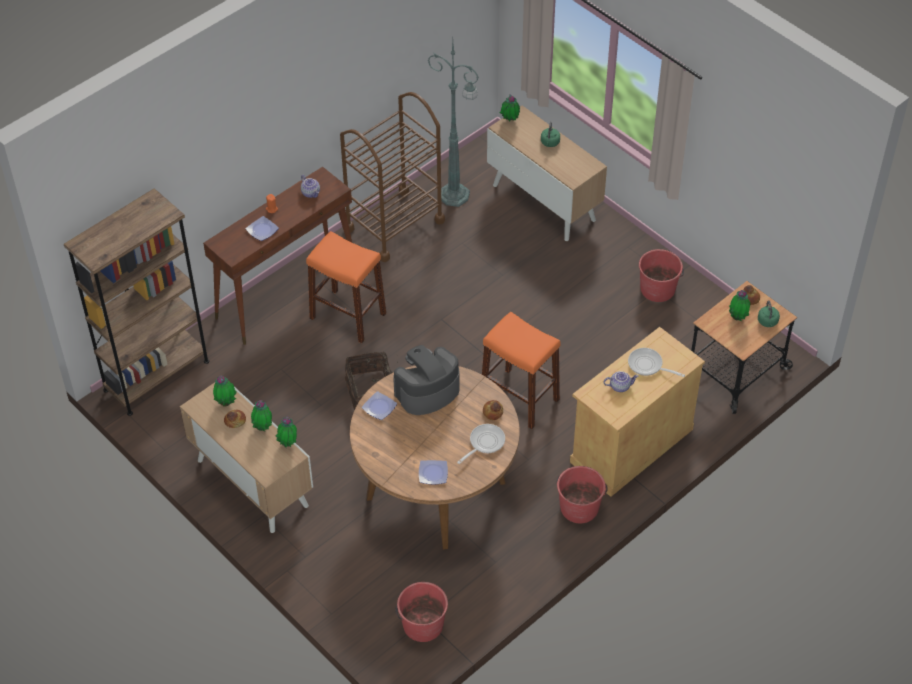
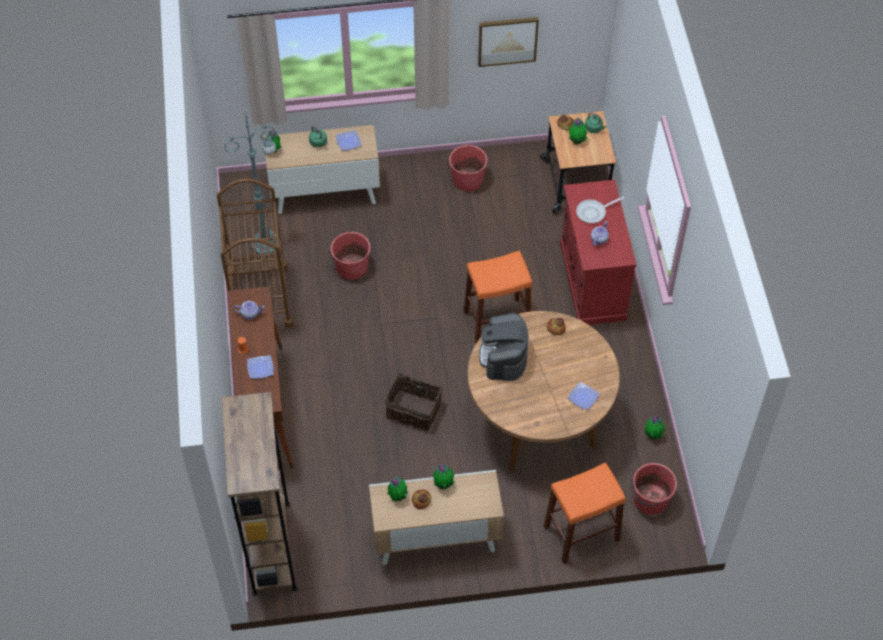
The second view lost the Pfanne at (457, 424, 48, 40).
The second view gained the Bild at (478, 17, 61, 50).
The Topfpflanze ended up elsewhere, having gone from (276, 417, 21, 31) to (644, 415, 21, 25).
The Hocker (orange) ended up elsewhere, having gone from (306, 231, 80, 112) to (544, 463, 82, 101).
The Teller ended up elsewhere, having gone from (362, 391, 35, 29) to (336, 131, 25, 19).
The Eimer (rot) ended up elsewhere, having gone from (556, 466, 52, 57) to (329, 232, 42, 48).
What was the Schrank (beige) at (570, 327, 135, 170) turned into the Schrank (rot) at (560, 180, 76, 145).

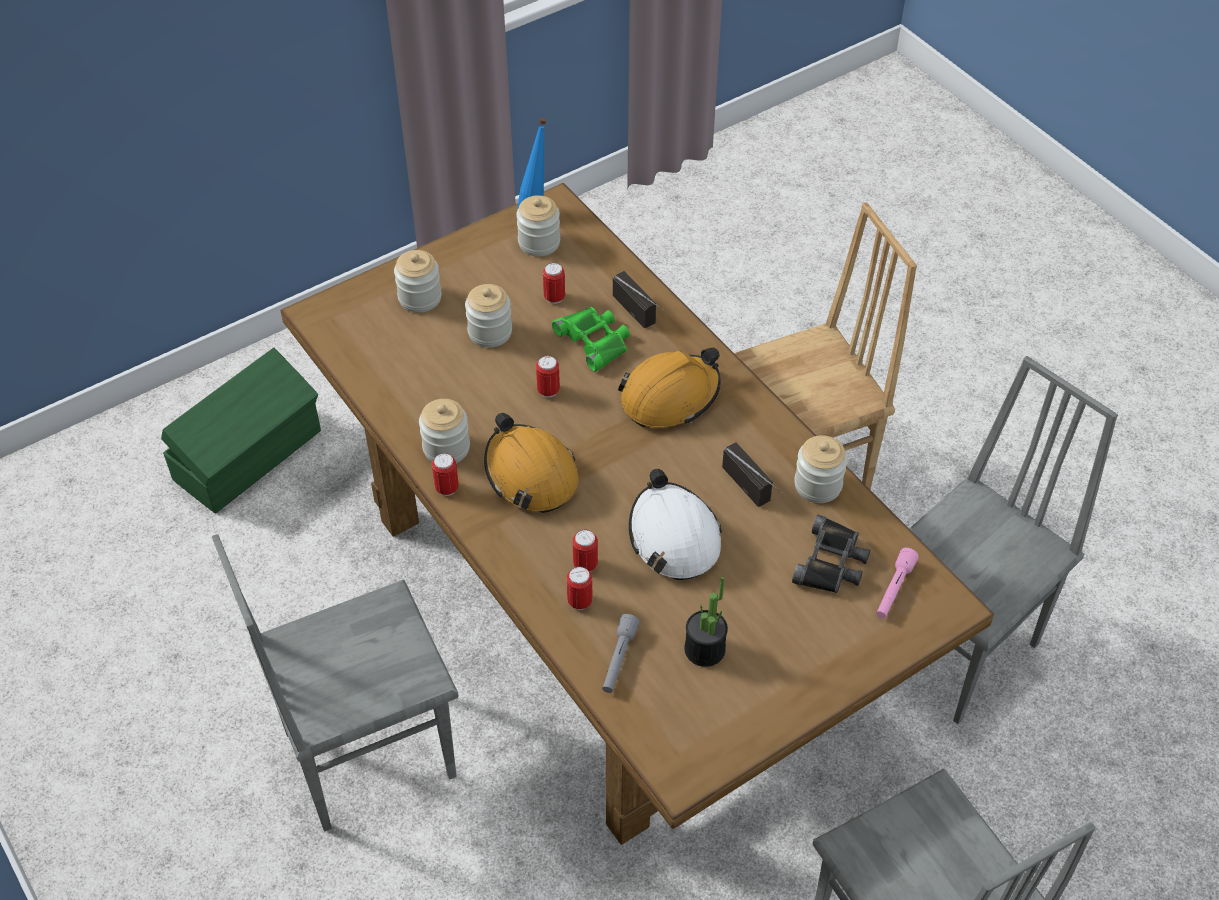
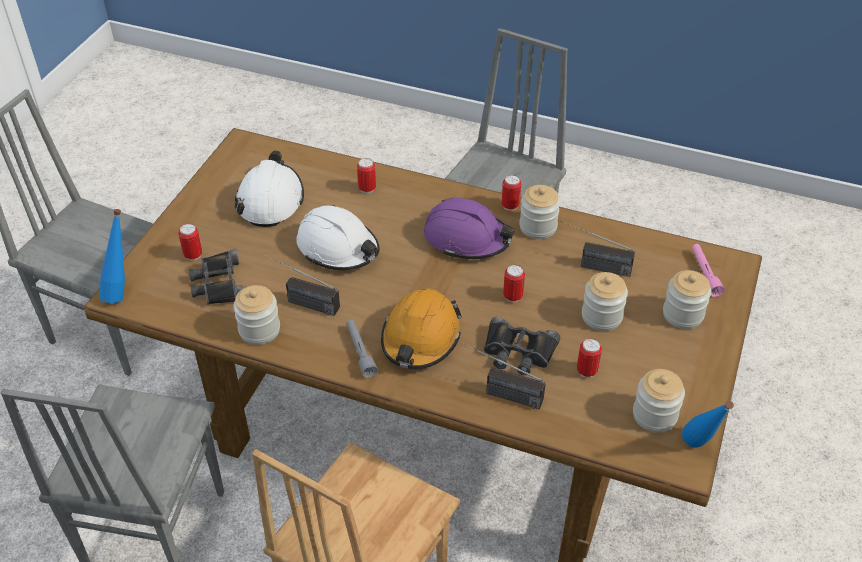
The second view lost the Aufbewahrungsbox (grün) at (161, 348, 160, 166).
The second view gained the Flasche (blau) at (99, 209, 26, 94).
The second view gained the Radio at (560, 221, 75, 56).
The Dose ended up elsewhere, having gone from (573, 530, 25, 42) to (178, 224, 24, 37).
The Taschenlampe (grau) ended up elsewhere, having gone from (602, 614, 38, 79) to (346, 320, 32, 58).
The Taschenlampe (rosa) ended up elsewhere, having gone from (876, 548, 43, 70) to (692, 244, 33, 53).
Where the Topfpflanze stood at (684, 576, 44, 91), the Schutzhelm (weiß) came to stand at (234, 150, 70, 77).
What was the Schutzhelm (orange) at (484, 413, 95, 100) turned into the Schutzhelm (lila) at (424, 198, 91, 61).
What was the Fernglas (grün) at (552, 307, 78, 65) turned into the Fernglas (schwarz) at (484, 317, 76, 58).

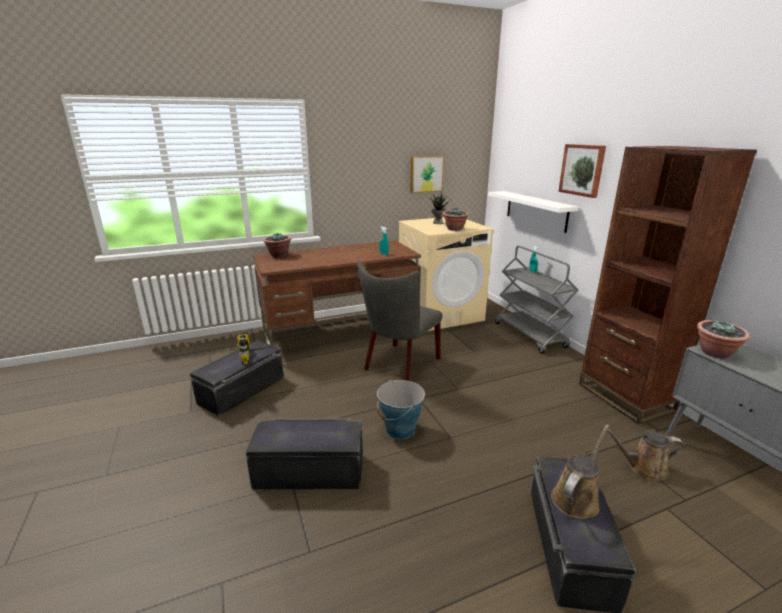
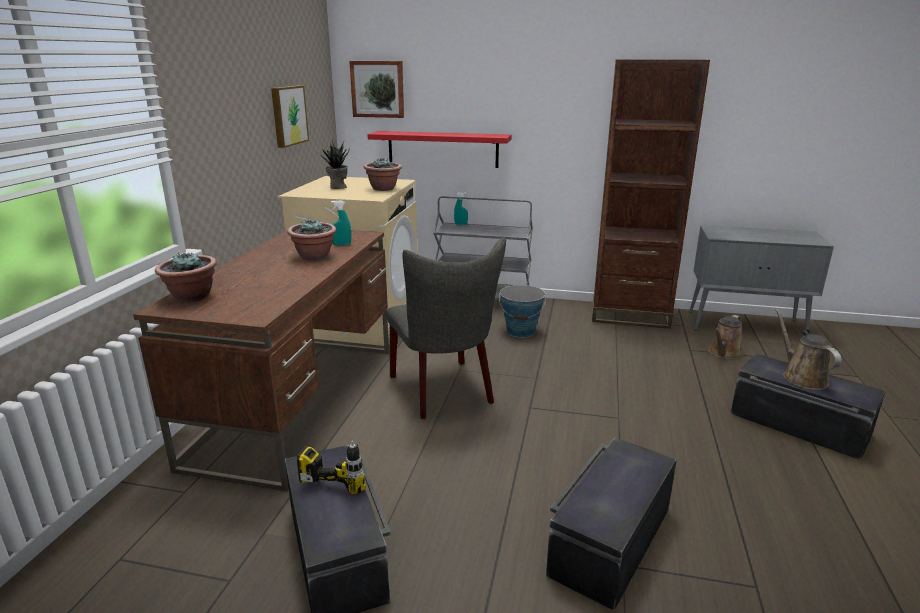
The Eimer ended up elsewhere, having gone from (377, 380, 48, 59) to (499, 285, 47, 53).
The Bild ended up elsewhere, having gone from (558, 144, 48, 54) to (349, 61, 55, 57).
The Topfpflanze ended up elsewhere, having gone from (697, 320, 53, 38) to (287, 219, 49, 42).
What was the Wandregal (weiß) at (488, 191, 91, 42) turned into the Wandregal (rot) at (367, 131, 145, 37).

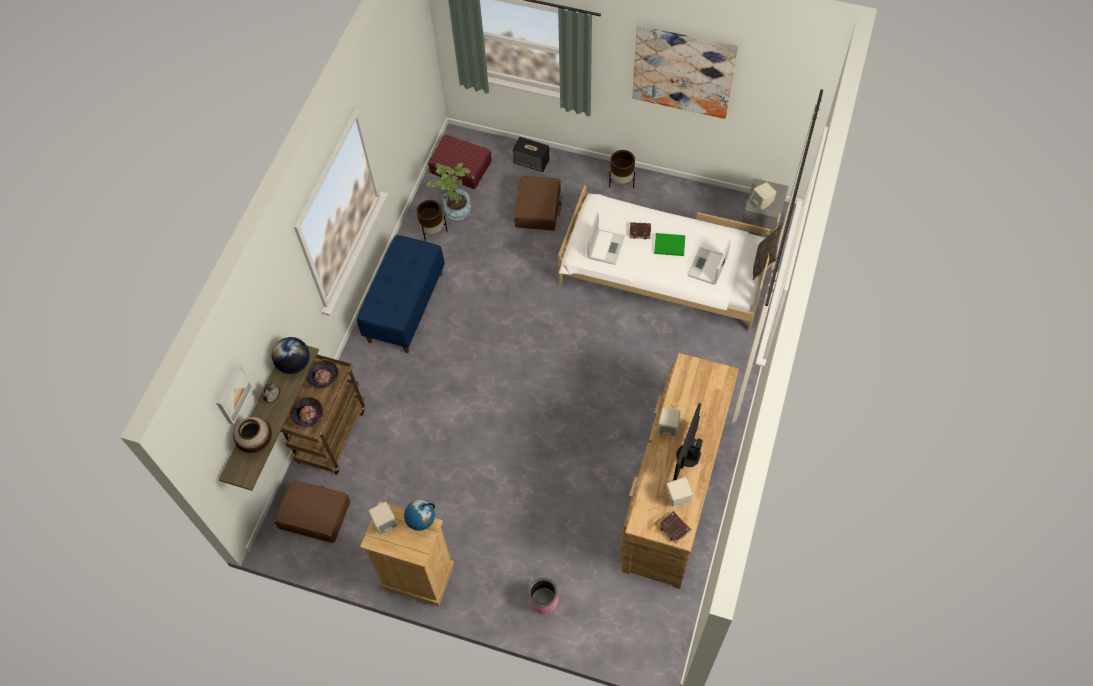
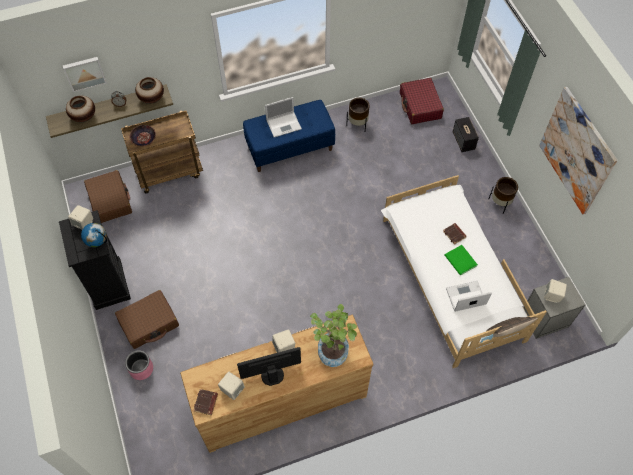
The second view lost the Schüssel at (305, 359, 34, 30).
The Topfpflanze ended up elsewhere, having gone from (427, 163, 44, 57) to (310, 304, 47, 63).
The Koffer (braun) ended up elsewhere, having gone from (514, 176, 47, 55) to (115, 290, 64, 59).
The Laptop ended up elsewhere, having gone from (587, 213, 38, 52) to (265, 97, 37, 40).
Where the Globus stood at (272, 337, 38, 37), the Vase came to stand at (135, 77, 29, 27).
What was the Kommode (beige) at (360, 501, 94, 105) turned into the Kommode (schwarz) at (59, 210, 72, 100).

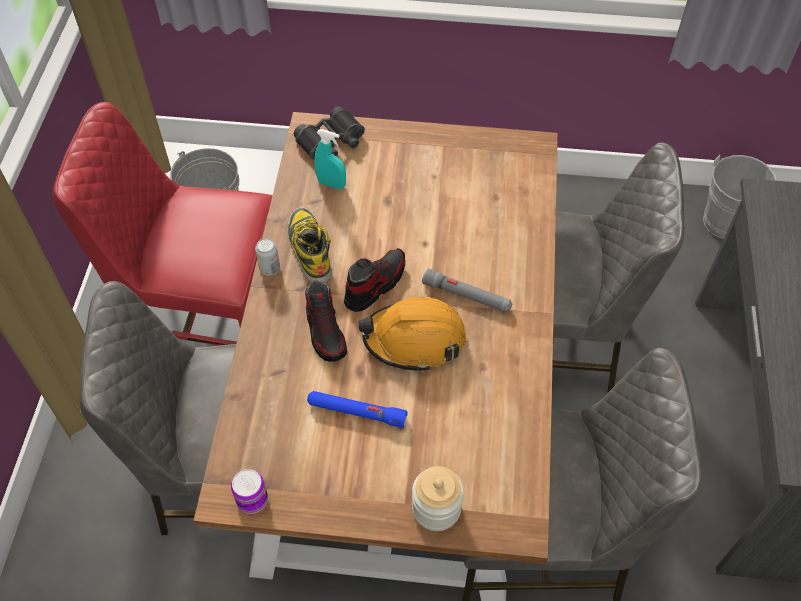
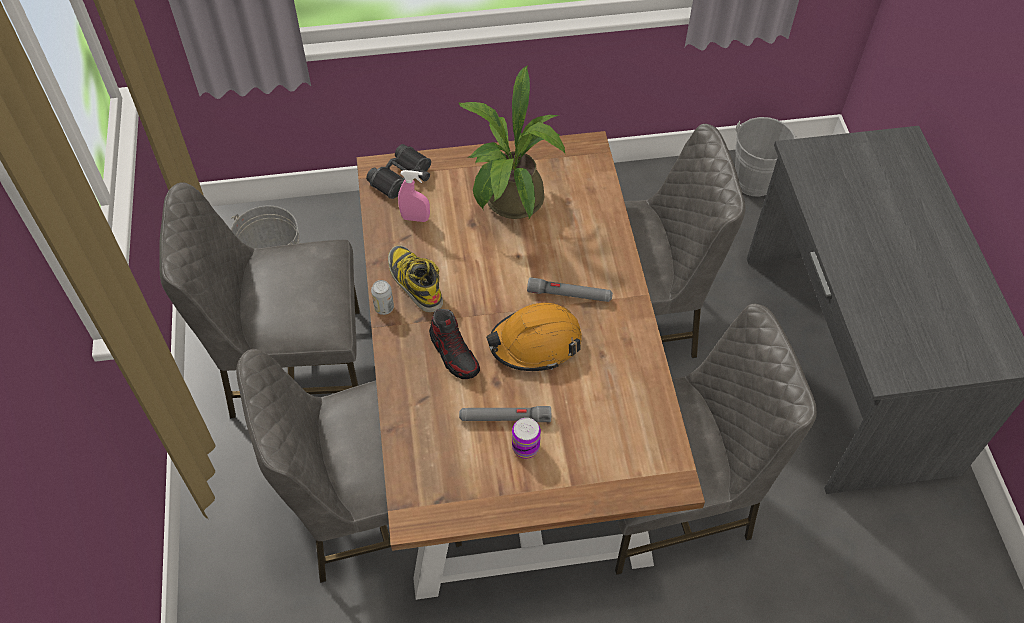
The second view lost the Schuh at (344, 248, 61, 64).
The second view lost the Vorratsglas at (412, 466, 52, 65).
The second view gained the Topfpflanze at (459, 65, 107, 154).
The Dose ended up elsewhere, having gone from (231, 469, 37, 46) to (512, 418, 29, 41).
What was the Stuhl (rot) at (53, 102, 220, 244) turned into the Stuhl (grau) at (159, 182, 201, 237).
What was the Taschenlampe (blau) at (307, 391, 101, 37) turned into the Taschenlampe (grau) at (459, 406, 92, 16).
What was the Sprühflasche (türkis) at (315, 129, 31, 60) turned into the Sprühflasche (rosa) at (398, 170, 32, 52).

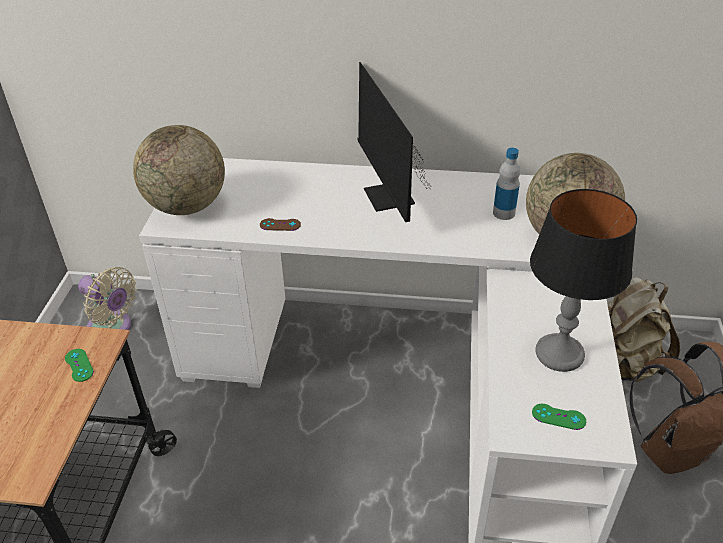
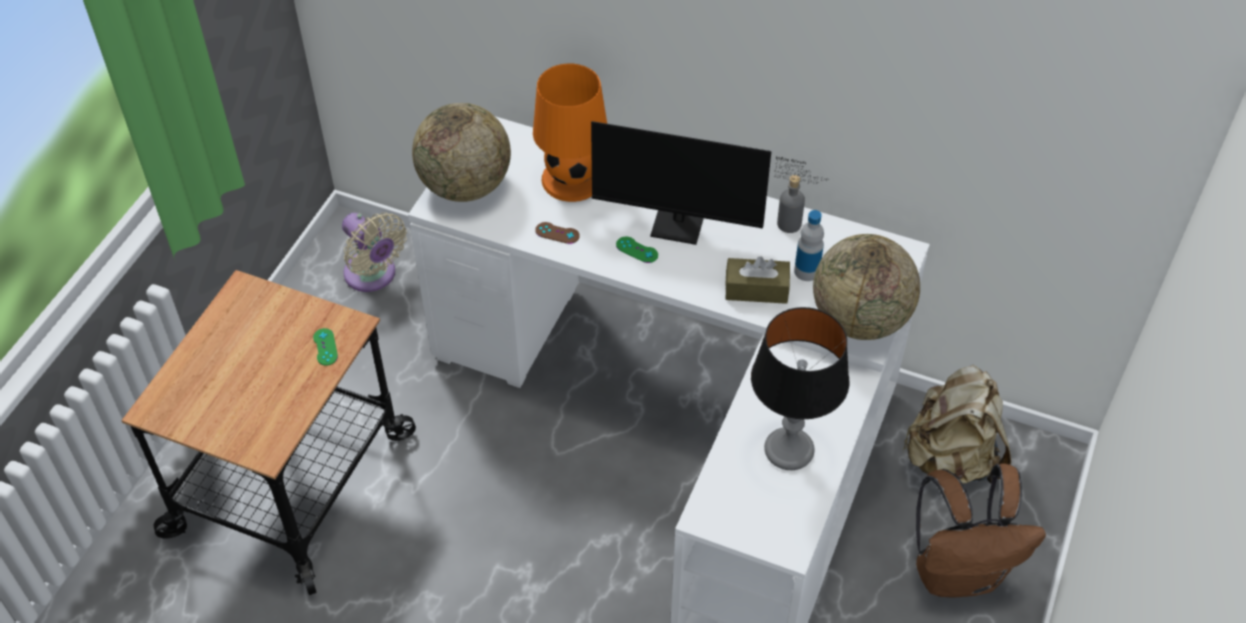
The second view gained the Tischlampe (orange) at (533, 64, 74, 138).
The second view gained the Taschentuchbox (braun) at (725, 256, 65, 48).
The second view gained the Flasche (grau) at (777, 175, 28, 58).
The Gamepad (grün) ended up elsewhere, having gone from (532, 404, 54, 26) to (616, 237, 42, 26).
The Monitor at (358, 62, 74, 160) ended up facing another way, 75 degrees counterclockwise from before.

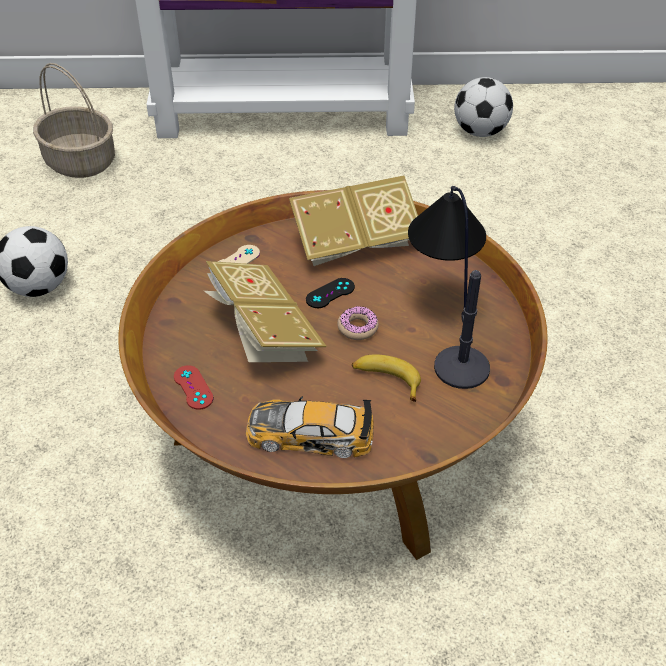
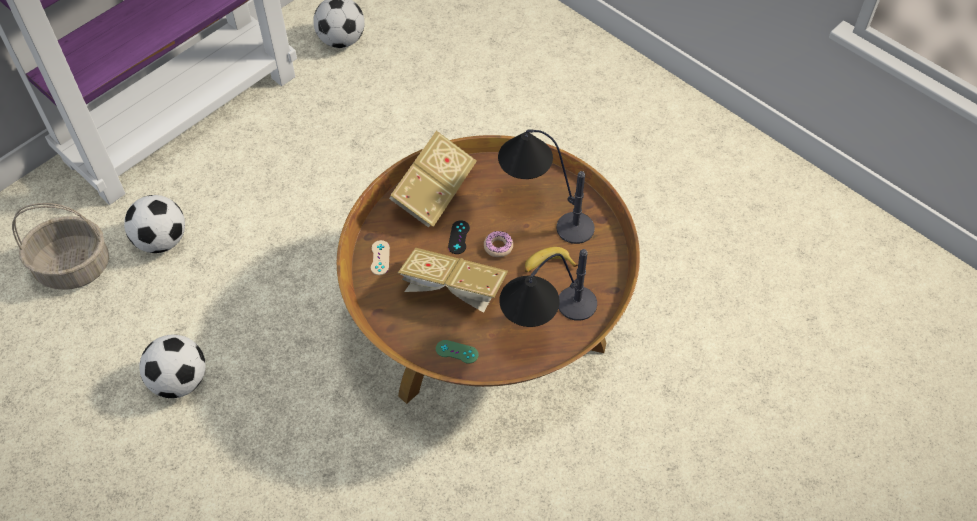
The second view gained the Fußball at (124, 195, 61, 58).
Where the Spielzeugauto stood at (245, 396, 129, 62), the Tischlampe came to stand at (499, 249, 98, 78).
What was the Gamepad (rot) at (174, 365, 39, 45) turned into the Gamepad (grün) at (436, 340, 43, 24).

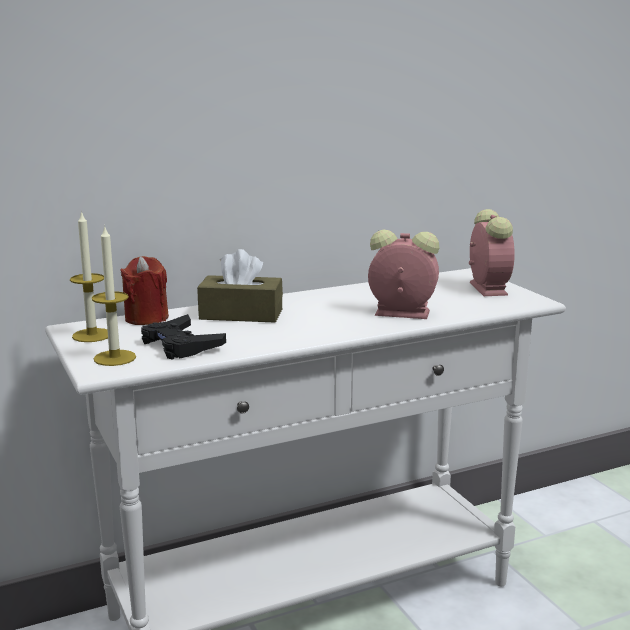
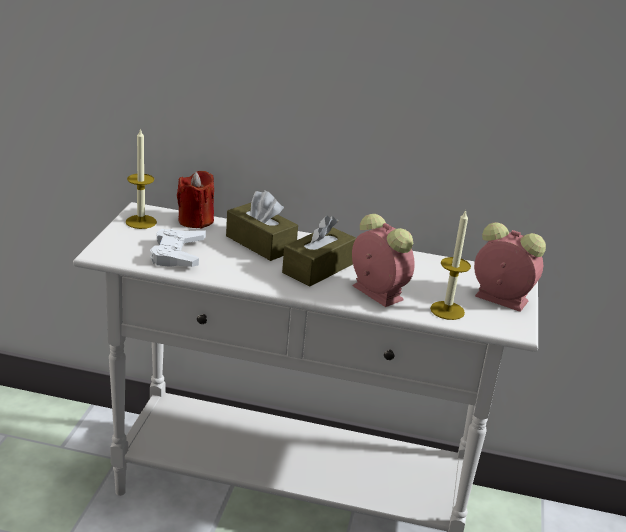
The second view gained the Taschentuchbox (braun) at (282, 216, 74, 70).
The Kerze ended up elsewhere, having gone from (92, 225, 44, 141) to (430, 210, 41, 110).
What was the Gamepad (schwarz) at (141, 314, 85, 46) turned into the Gamepad (weiß) at (150, 229, 56, 38).
The Wecker at (469, 209, 46, 87) ended up facing another way, 90 degrees counterclockwise from before.

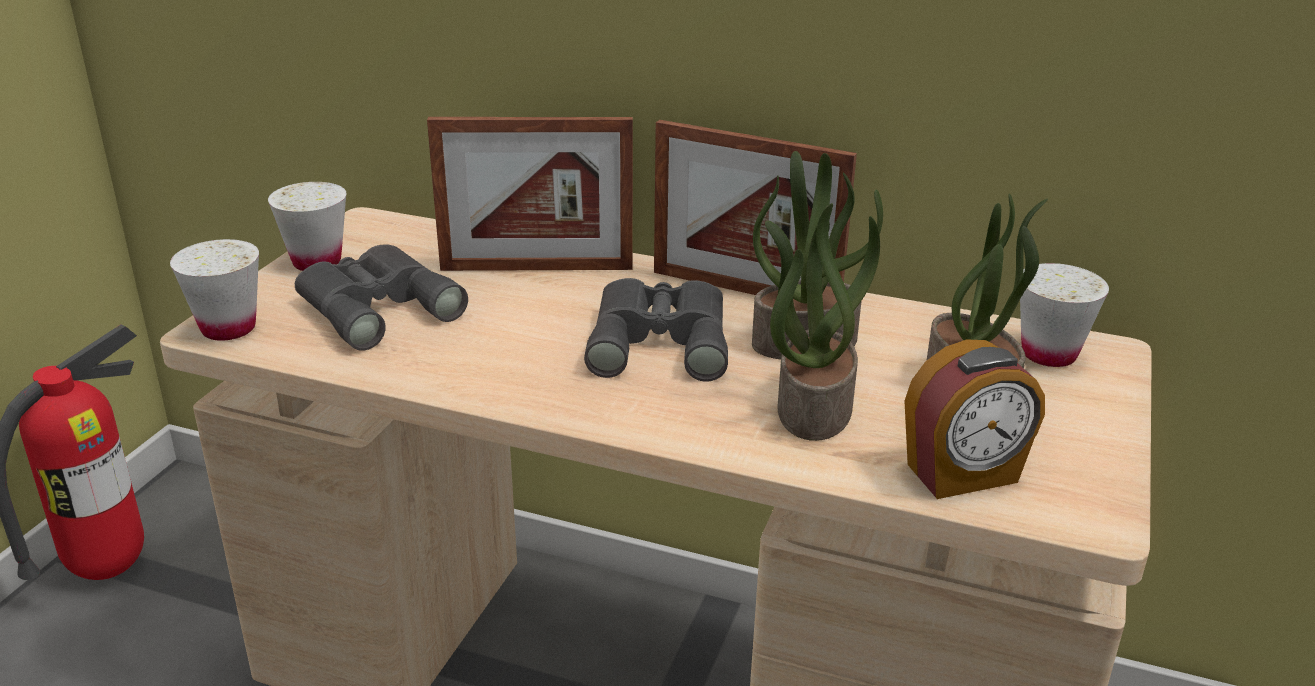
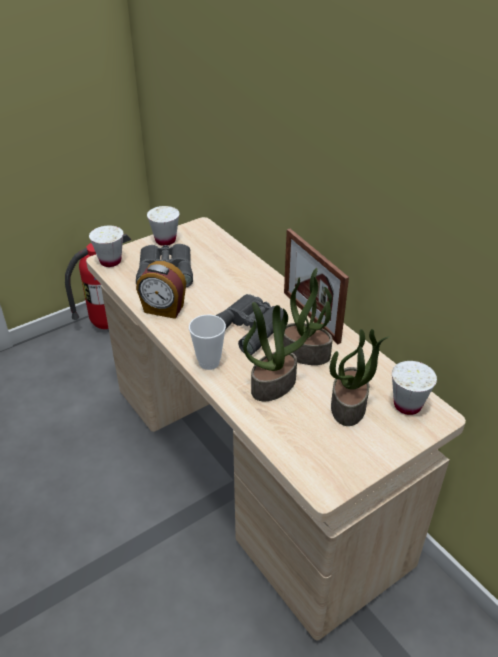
The second view lost the Bilderrahmen at (427, 117, 206, 154).
The second view gained the Tasse at (189, 315, 37, 55).
The Wecker ended up elsewhere, having gone from (905, 339, 140, 160) to (136, 261, 50, 58).

